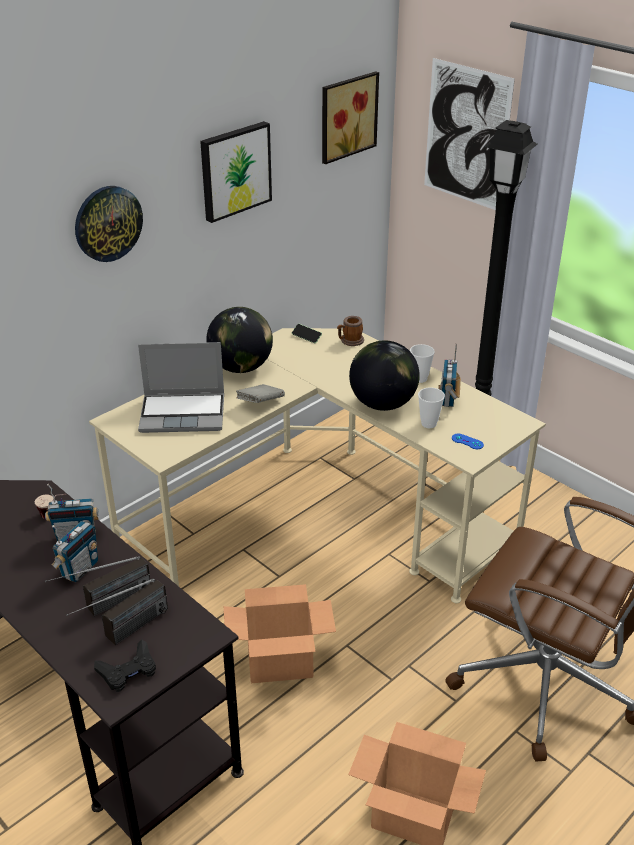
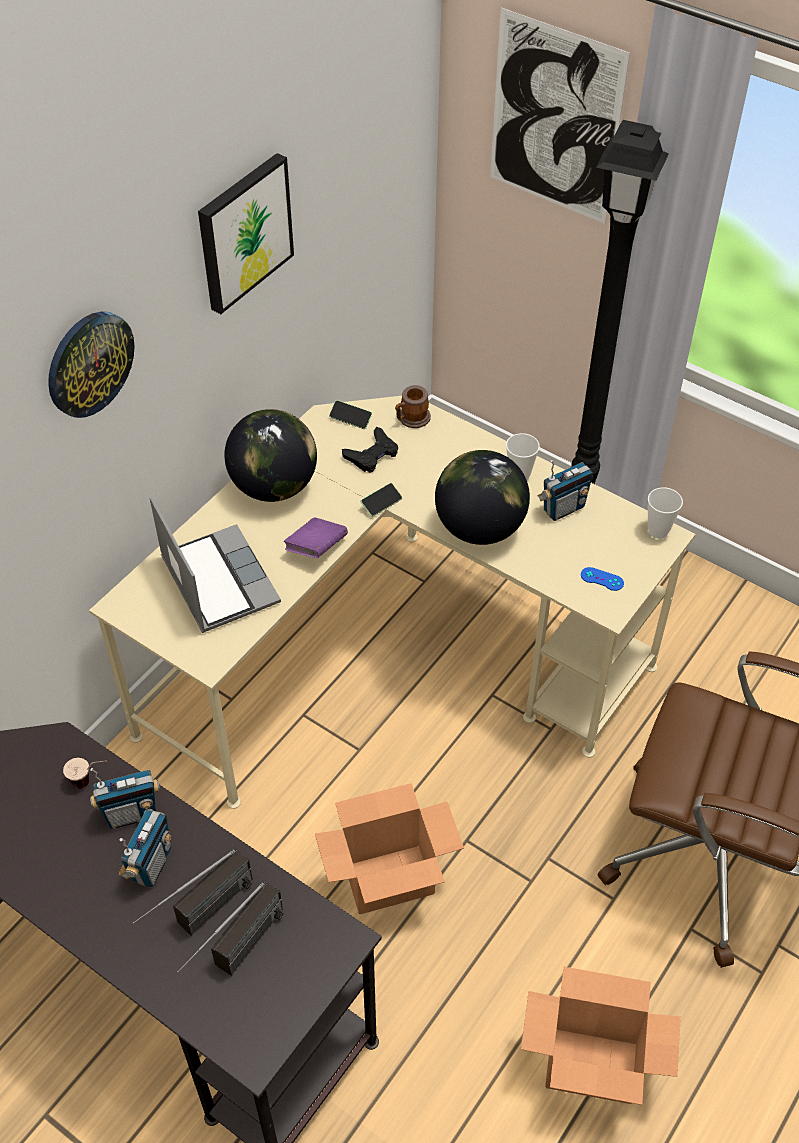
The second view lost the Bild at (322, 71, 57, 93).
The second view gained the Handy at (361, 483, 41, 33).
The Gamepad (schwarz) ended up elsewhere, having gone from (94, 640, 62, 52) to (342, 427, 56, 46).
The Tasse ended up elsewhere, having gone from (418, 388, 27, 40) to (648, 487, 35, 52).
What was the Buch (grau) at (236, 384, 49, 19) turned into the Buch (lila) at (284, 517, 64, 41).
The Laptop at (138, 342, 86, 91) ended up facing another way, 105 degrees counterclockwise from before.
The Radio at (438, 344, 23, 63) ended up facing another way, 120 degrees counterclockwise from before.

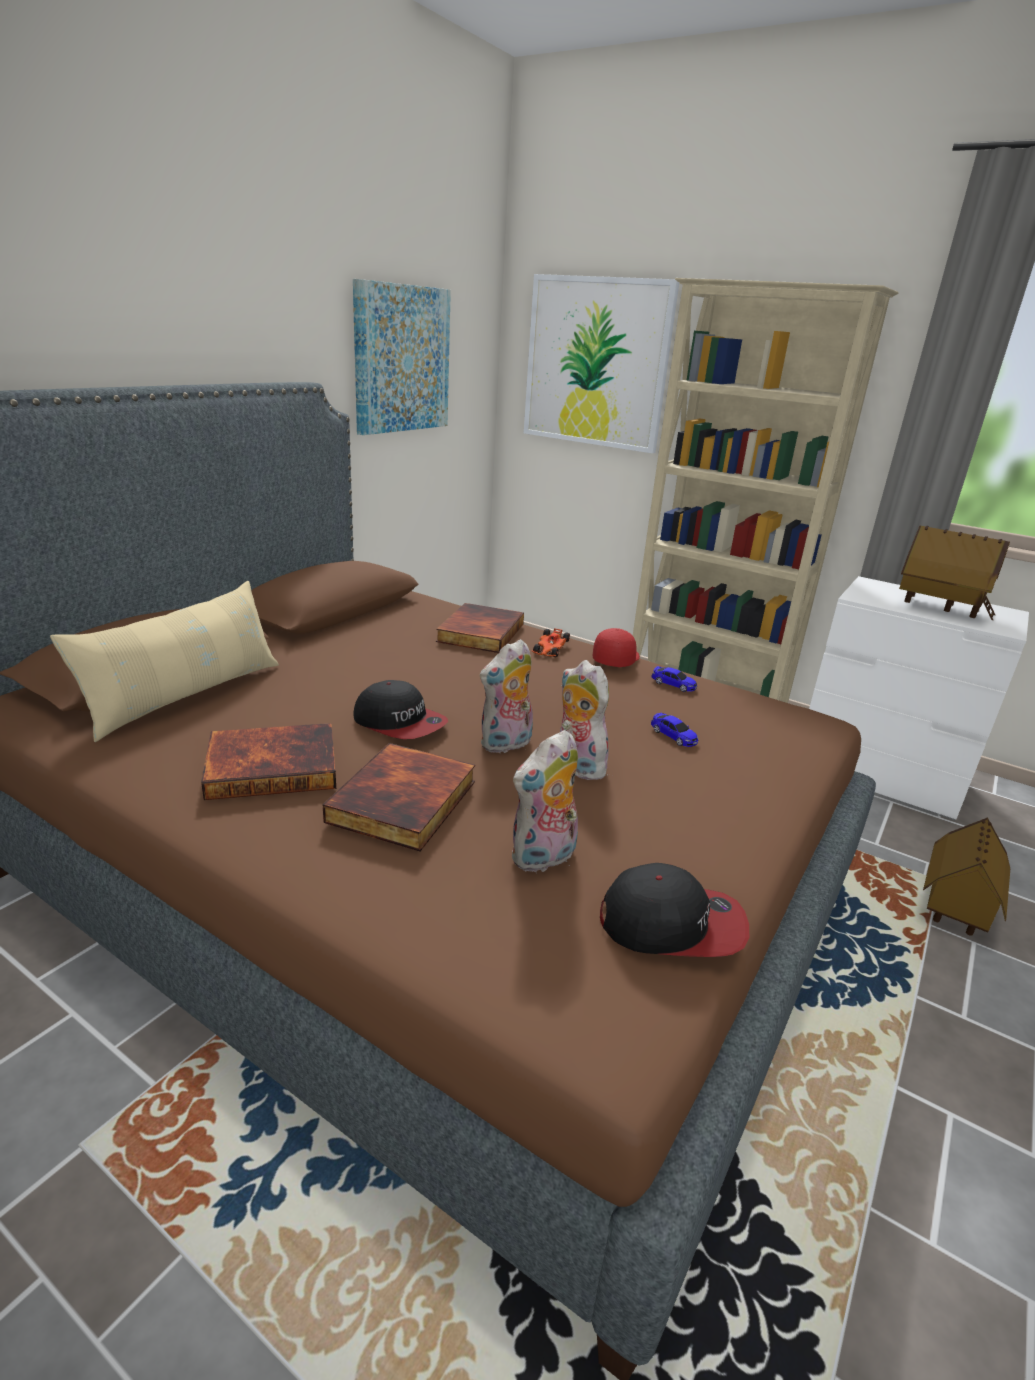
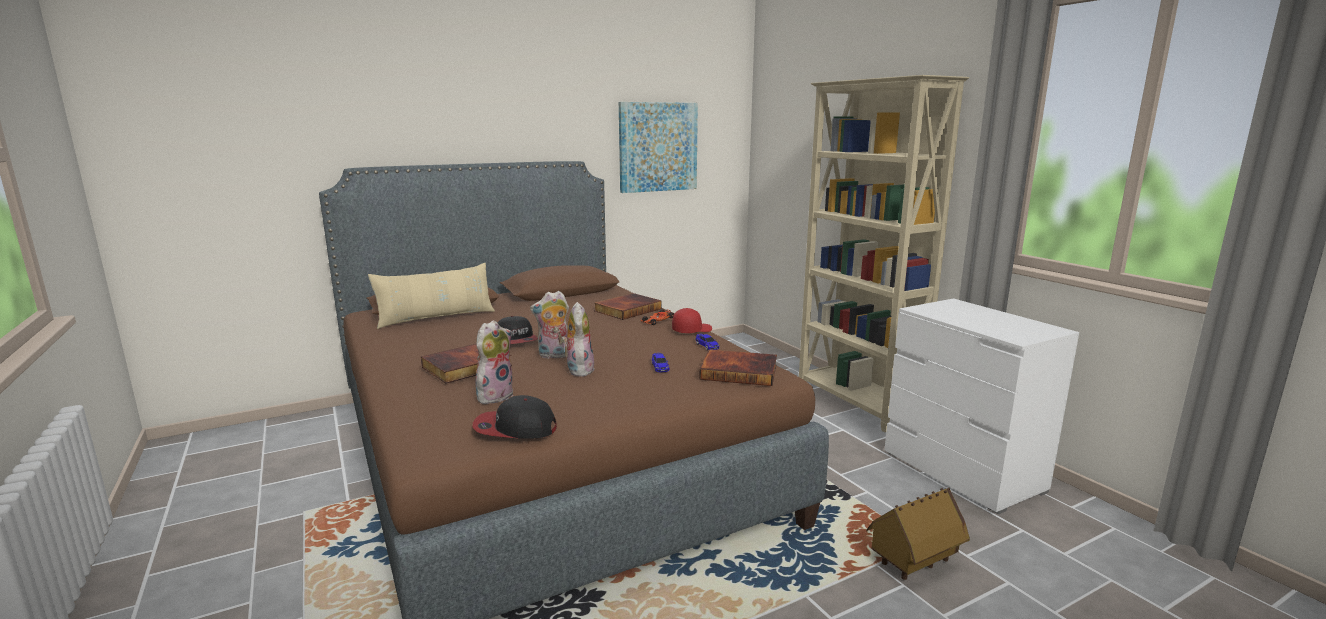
The second view lost the Bild at (524, 274, 155, 179).
The second view lost the Spielzeughaus at (899, 525, 111, 95).
The Buch ended up elsewhere, having gone from (201, 723, 135, 77) to (699, 349, 78, 37).
The Plüschtier at (512, 730, 66, 142) ended up facing another way, 135 degrees clockwise from before.
The Kappe at (600, 863, 149, 94) ended up facing another way, 150 degrees clockwise from before.

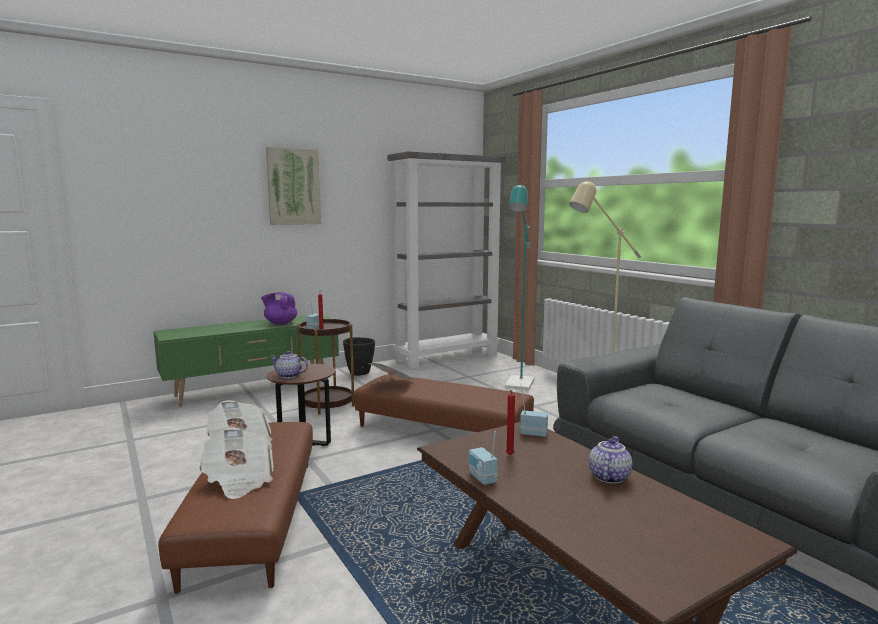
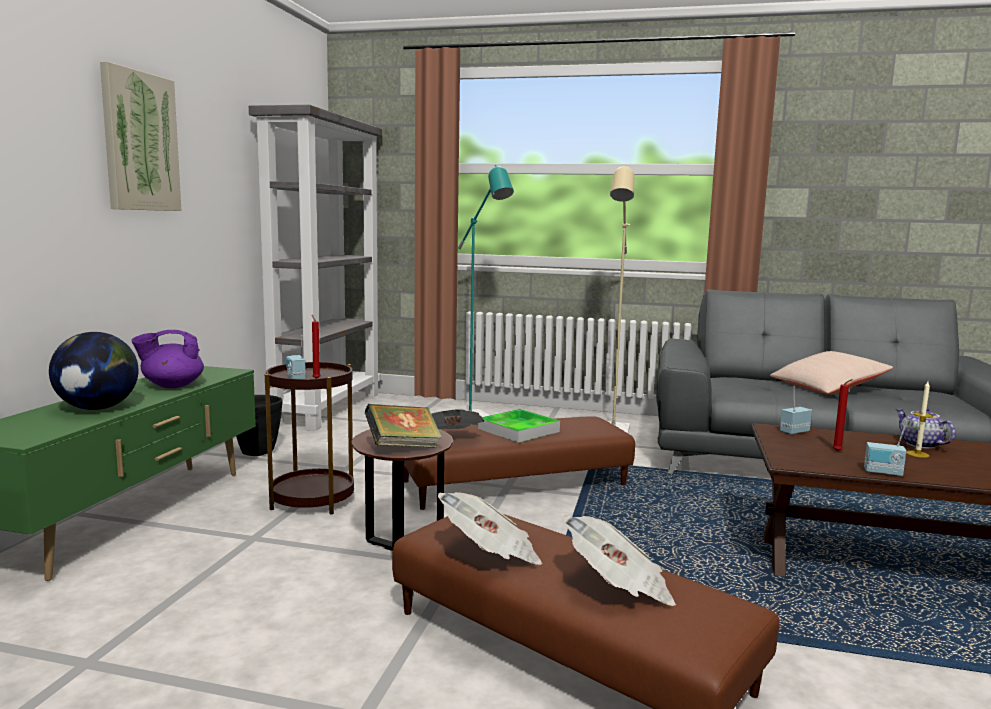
The second view gained the Globus at (49, 332, 90, 78).
The second view gained the Tablett at (478, 409, 82, 34).
The second view gained the Kissen (beige) at (770, 351, 123, 44).
The second view gained the Kerze at (906, 381, 27, 77).
Where the Teekanne stood at (270, 351, 38, 27), the Buch came to stand at (365, 404, 77, 44).

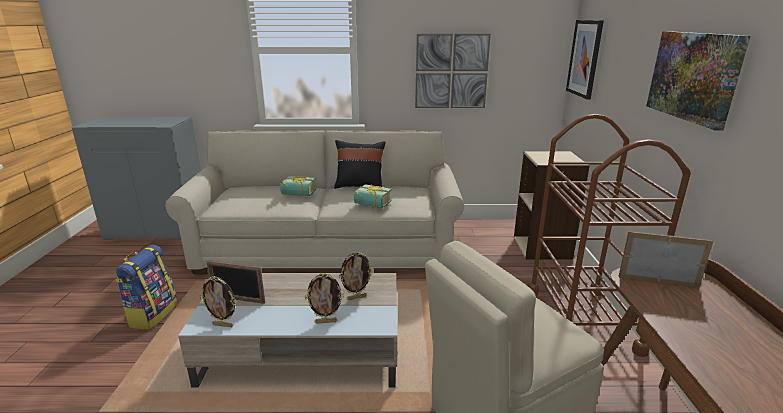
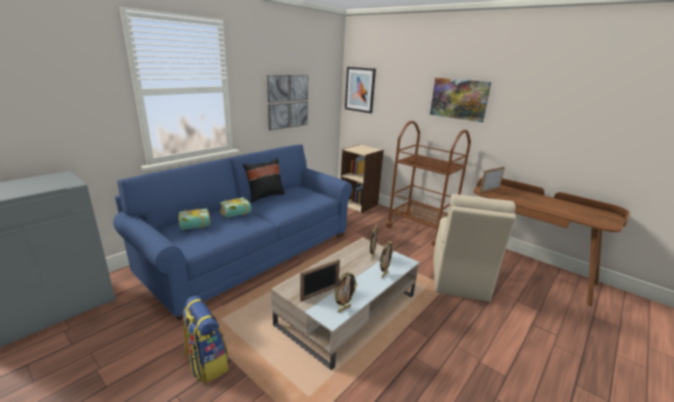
The Buch ended up elsewhere, having gone from (354, 184, 38, 24) to (178, 208, 32, 22).
What was the Sofa (beige) at (165, 130, 299, 144) turned into the Sofa (blau) at (113, 144, 239, 176).

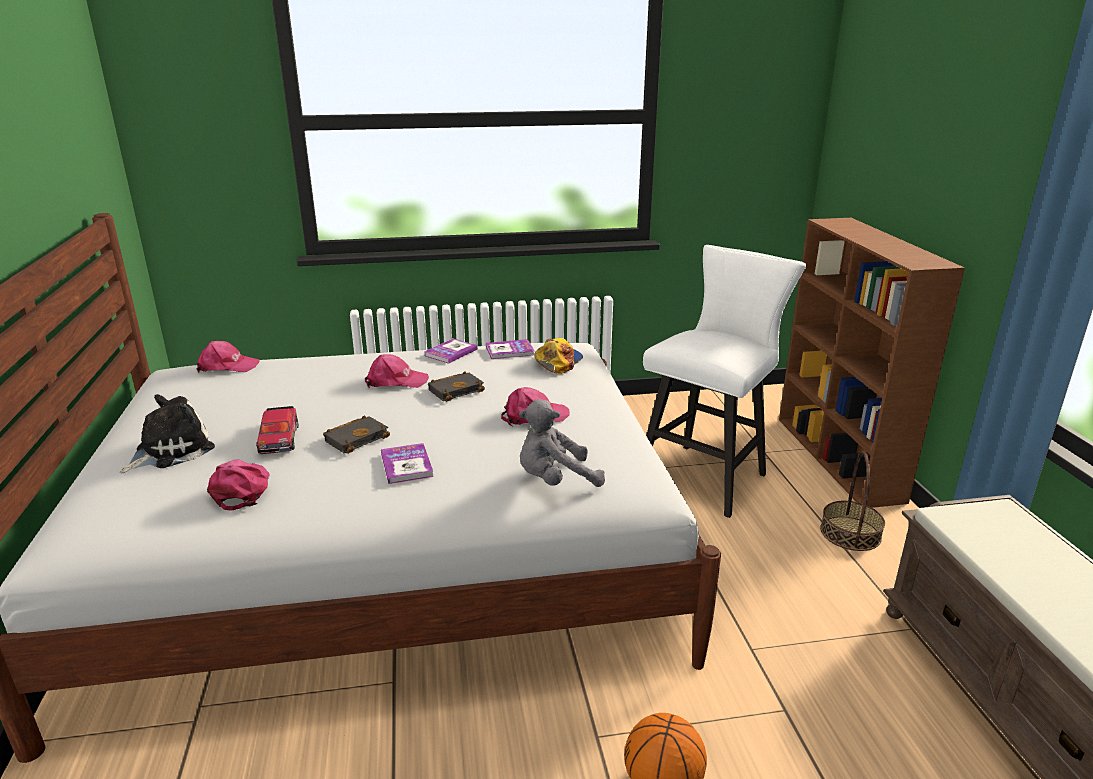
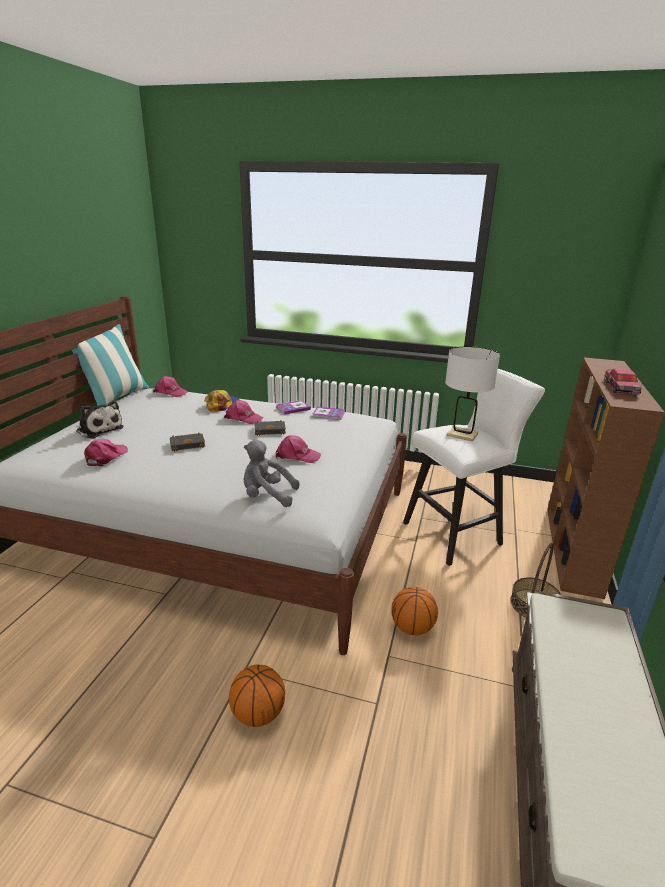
The second view lost the Buch at (381, 443, 53, 41).
The second view gained the Kissen at (72, 324, 77, 82).
The second view gained the Basketball at (391, 587, 47, 49).
The second view gained the Tischlampe (weiß) at (445, 346, 55, 96).
The Spielzeugauto ended up elsewhere, having gone from (256, 406, 43, 48) to (605, 368, 37, 27).
The Kappe ended up elsewhere, having gone from (535, 338, 48, 36) to (204, 390, 36, 22).
The Plüschtier at (120, 394, 95, 79) ended up facing another way, 60 degrees clockwise from before.

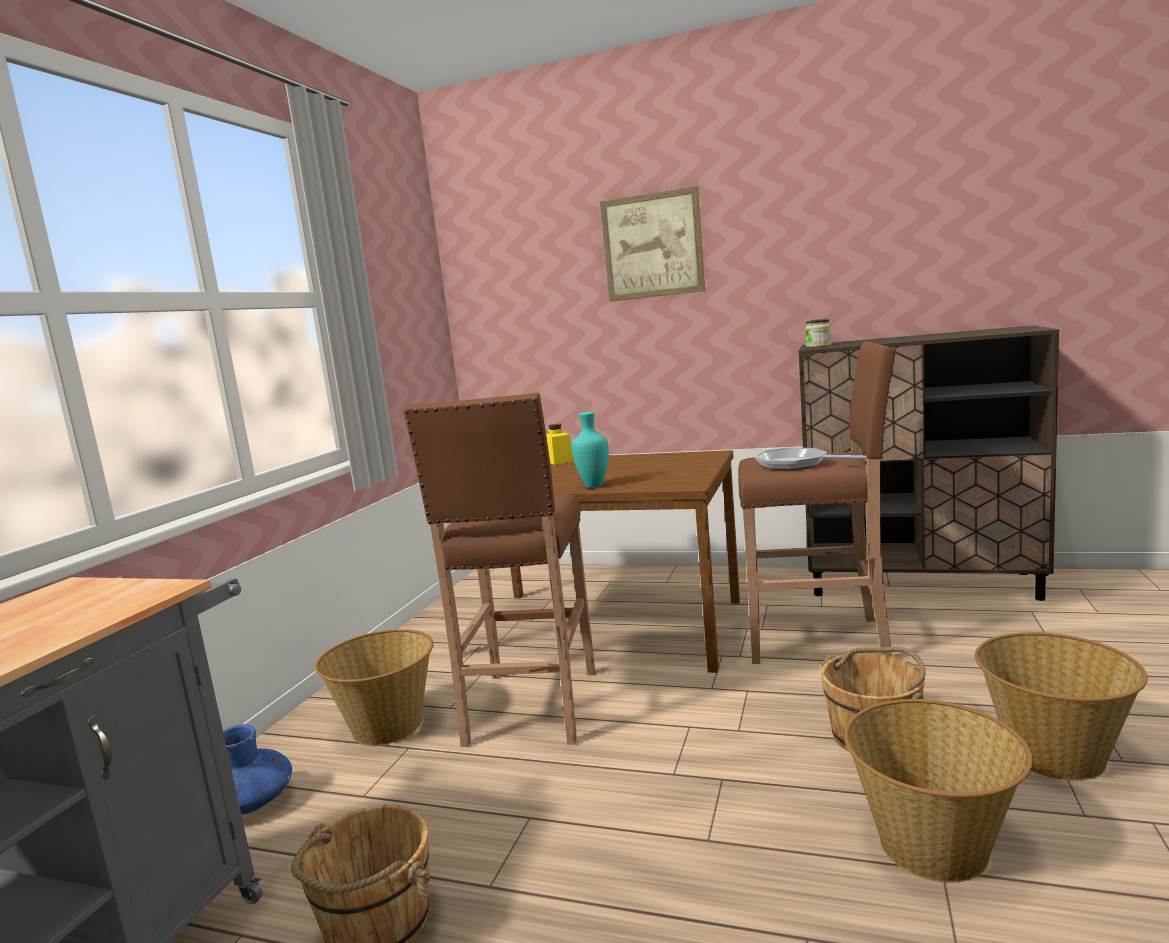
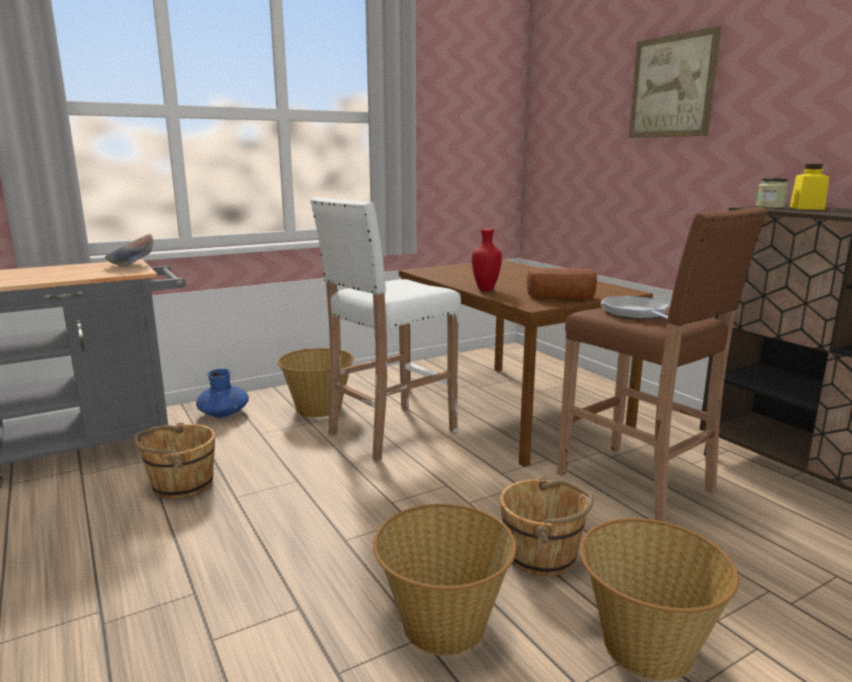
The second view gained the Schüssel at (105, 234, 48, 32).
The second view gained the Brot at (527, 268, 70, 31).
The Vorratsglas (gelb) ended up elsewhere, having gone from (546, 424, 28, 41) to (790, 164, 39, 46).
What was the Hocker (braun) at (403, 393, 193, 354) turned into the Hocker (weiß) at (310, 197, 151, 264).
What was the Vase (türkis) at (572, 412, 37, 76) turned into the Vase (rot) at (472, 229, 30, 62).

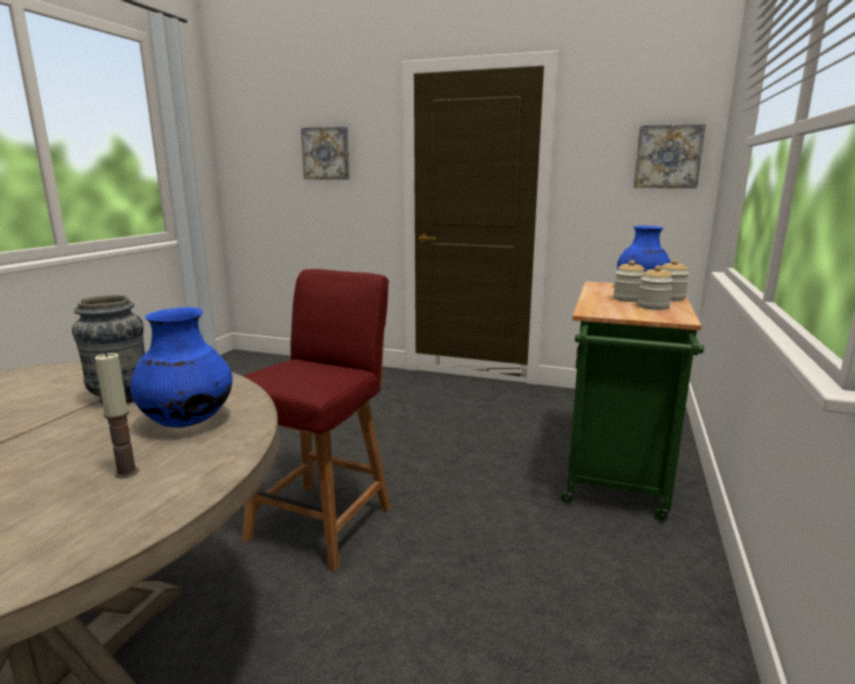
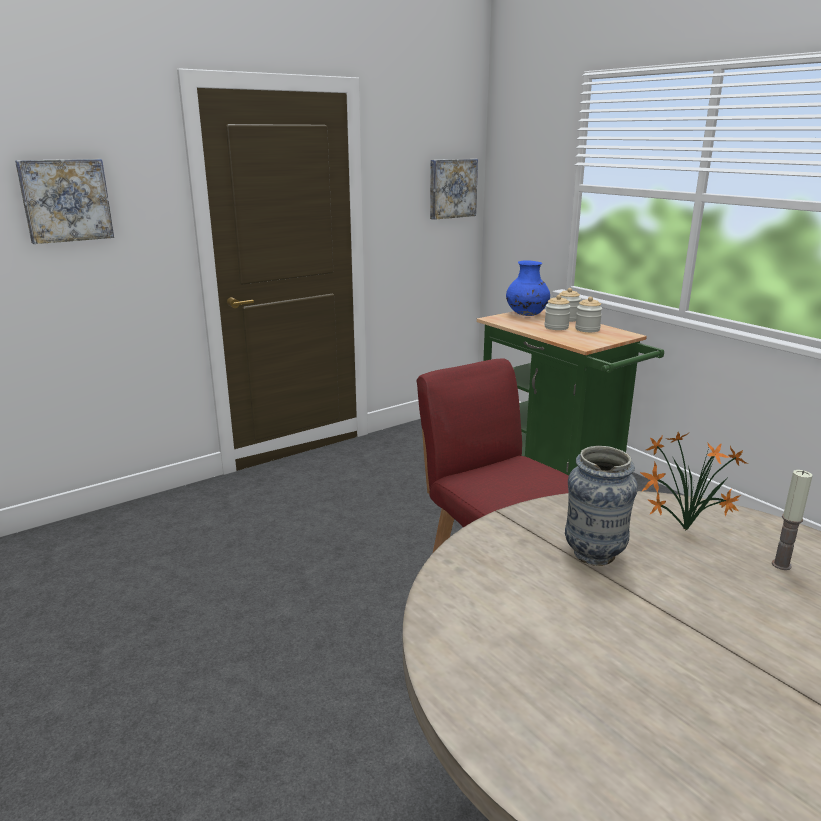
Where the Vase (blau) stood at (130, 307, 103, 121), the Topfpflanze came to stand at (640, 432, 109, 99).

